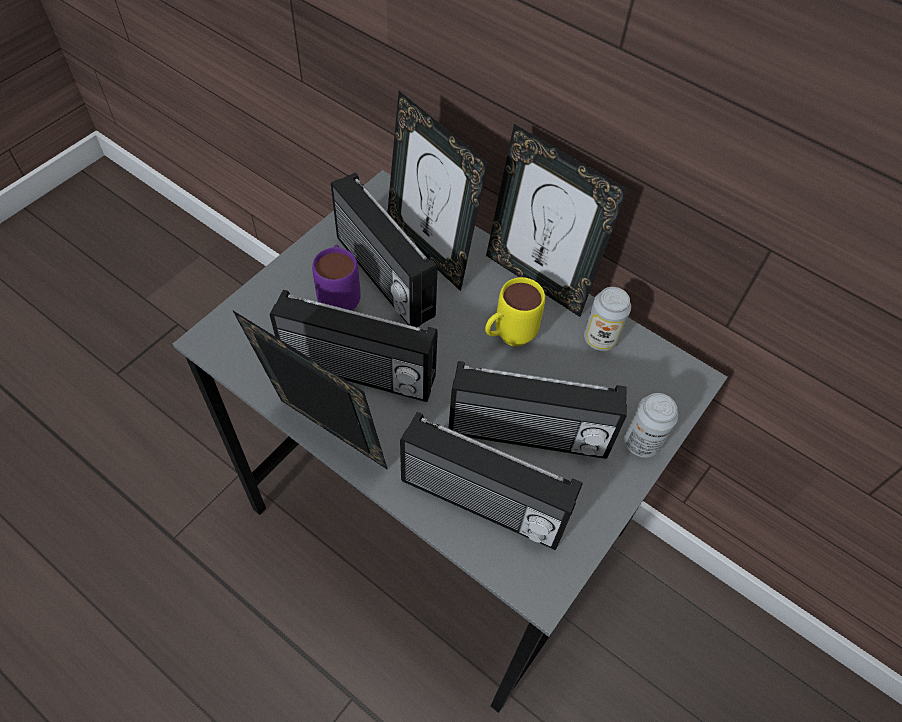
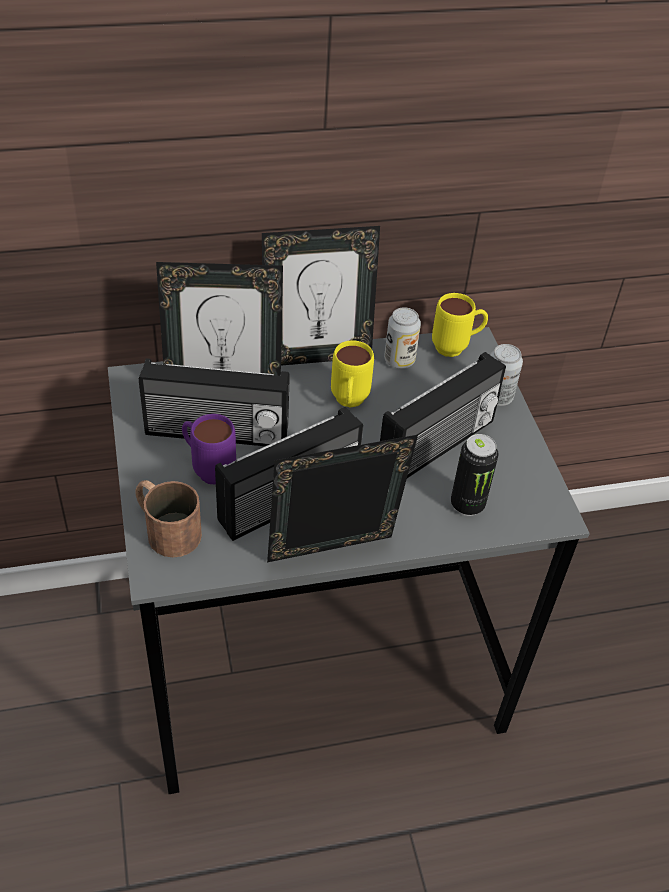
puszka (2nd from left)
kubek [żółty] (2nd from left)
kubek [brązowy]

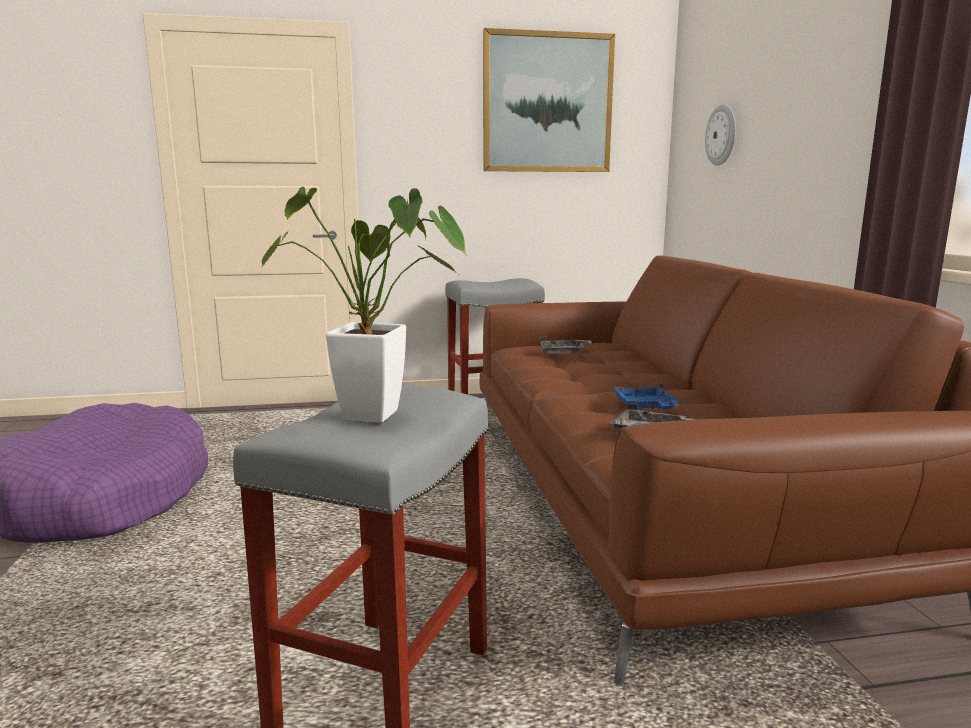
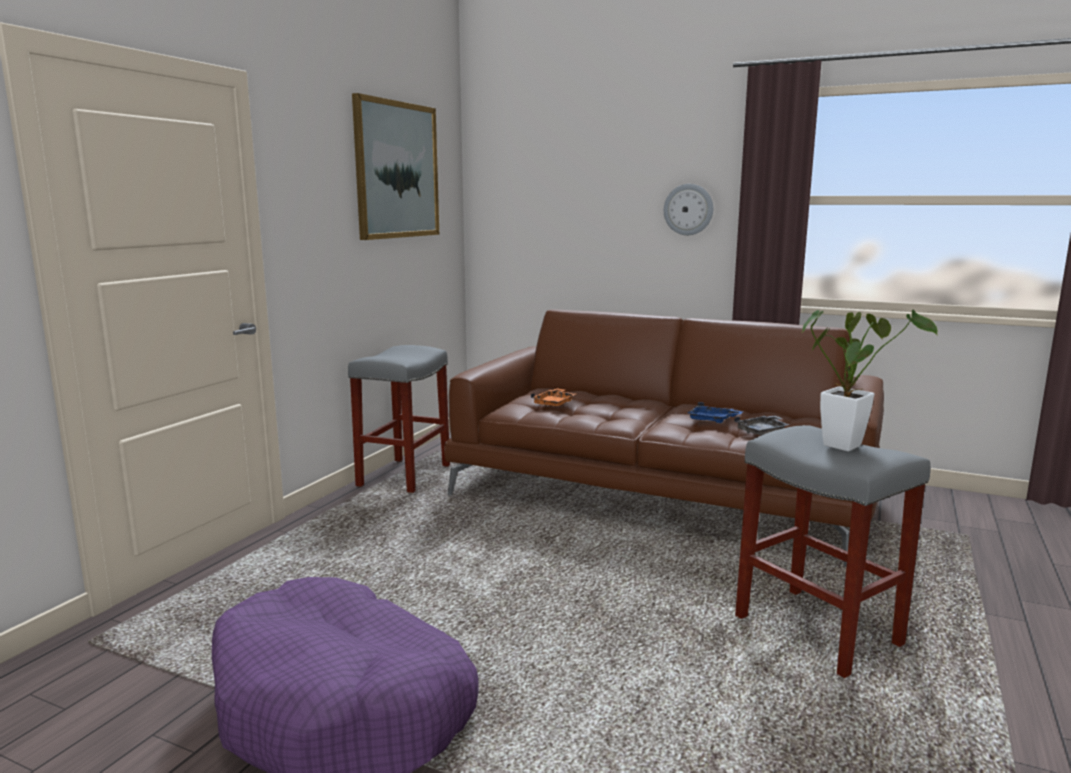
zegar ścienny
taca [pomarańczowy]

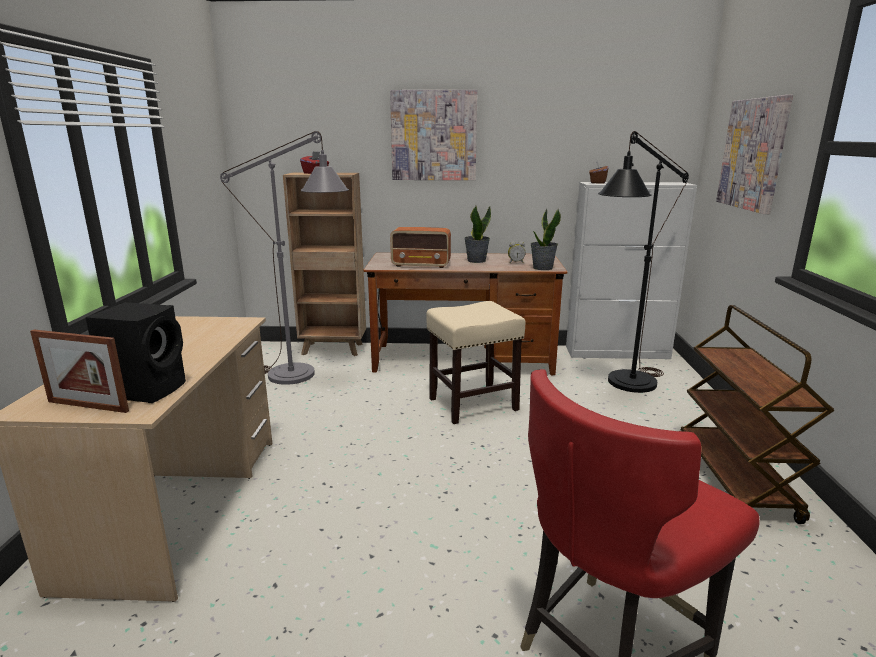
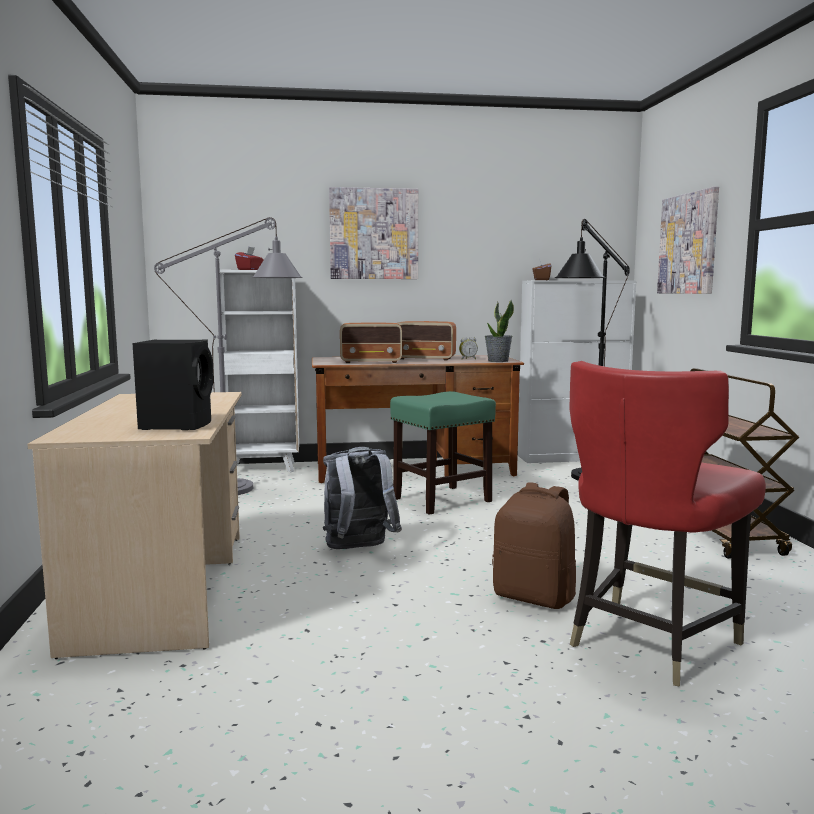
regał [biały]
radio (2nd from left)
stołek [zielony]
ramka na zdjęcie
plecak [szary]
plecak [brązowy]

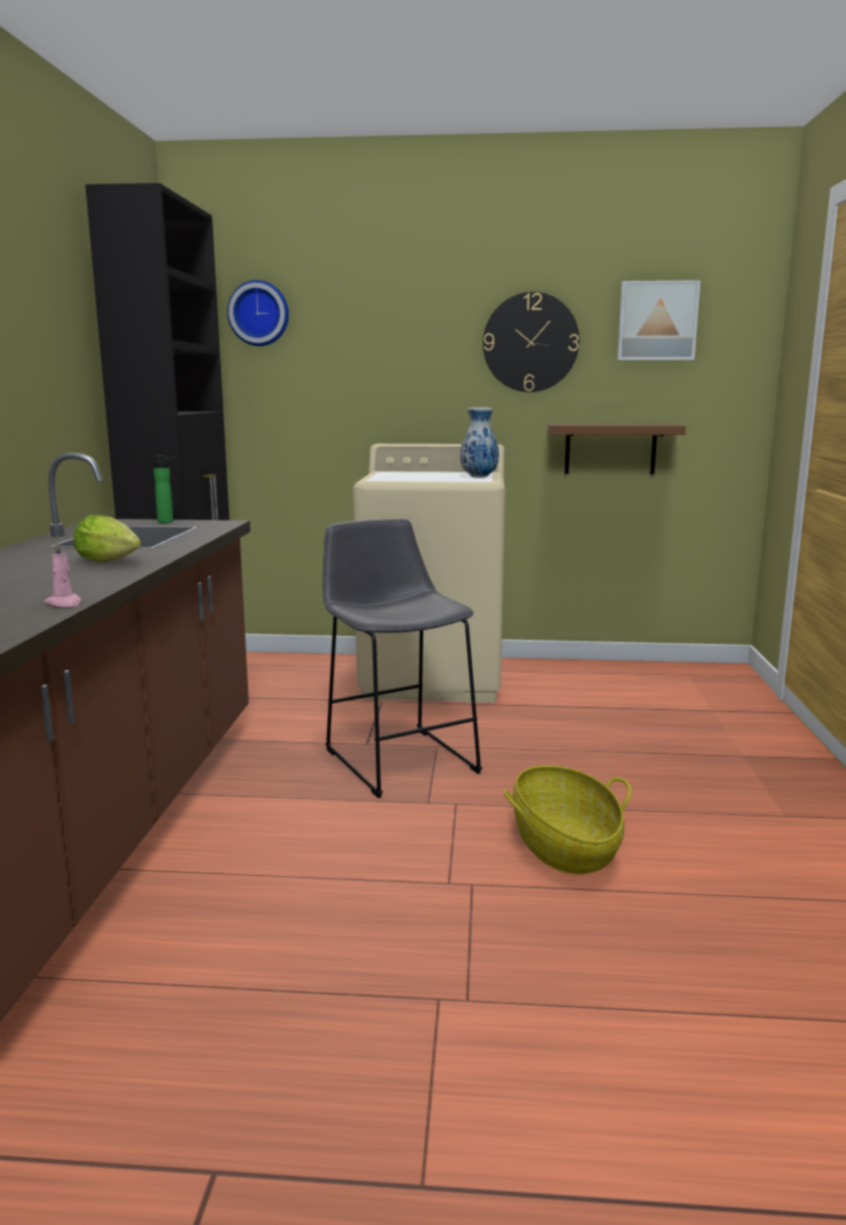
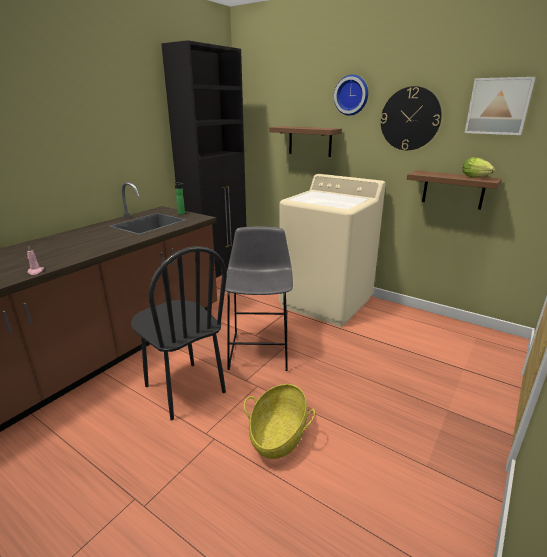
zegar ścienny (1st from left)
wazon
sałata
półka [brązowy] (1st from left)
krzesło [czarny]

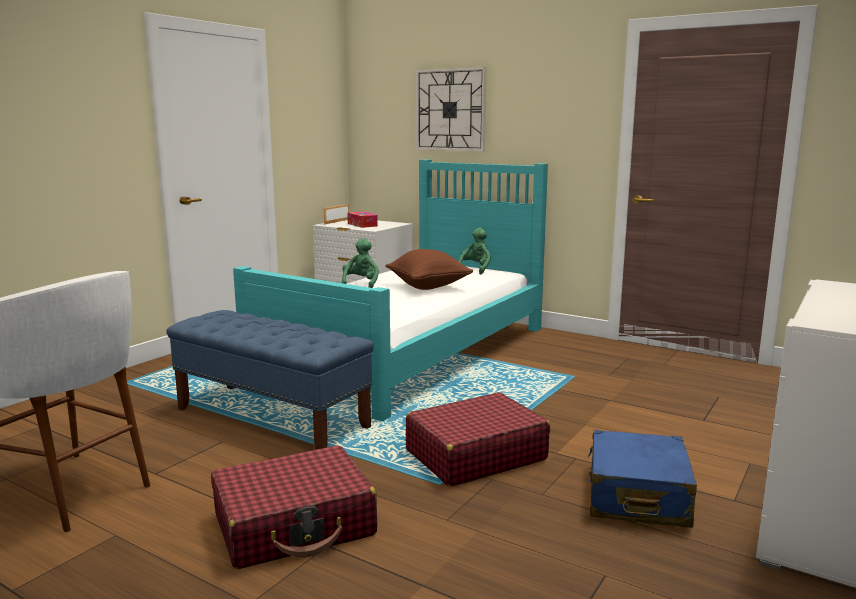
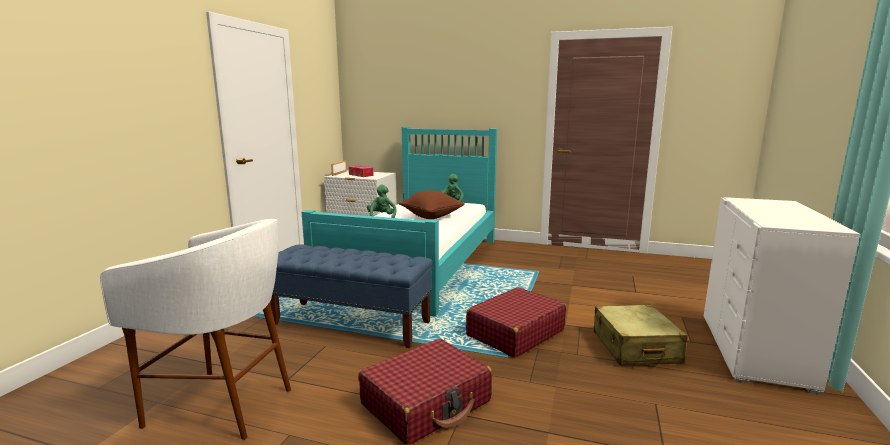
zegar ścienny
walizka [beżowy]

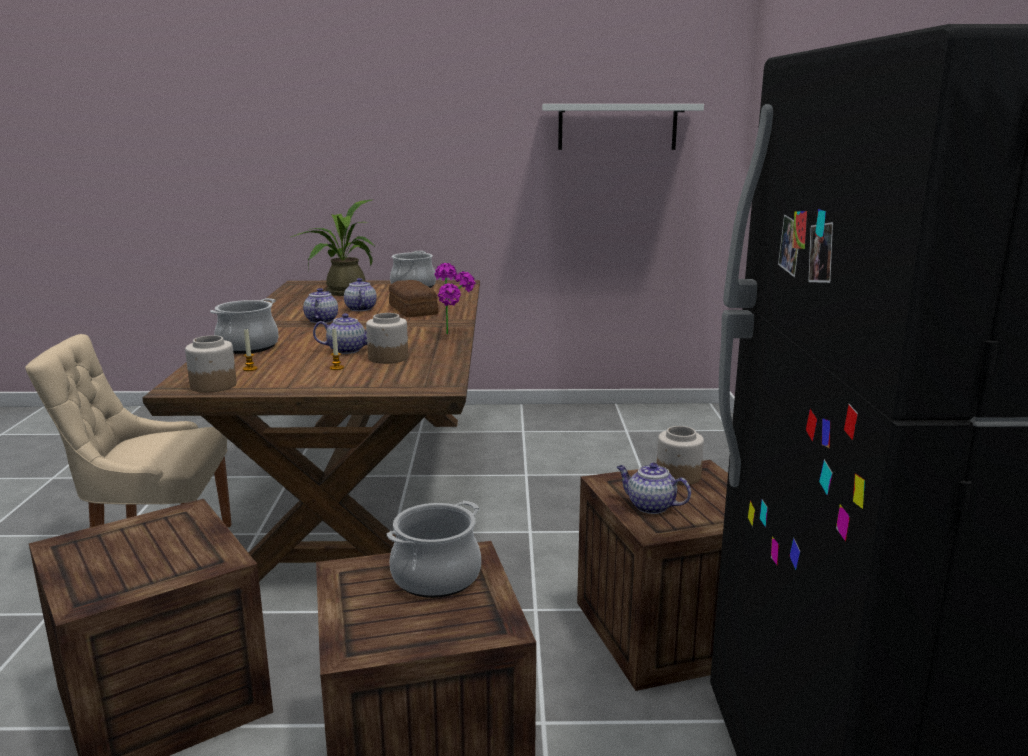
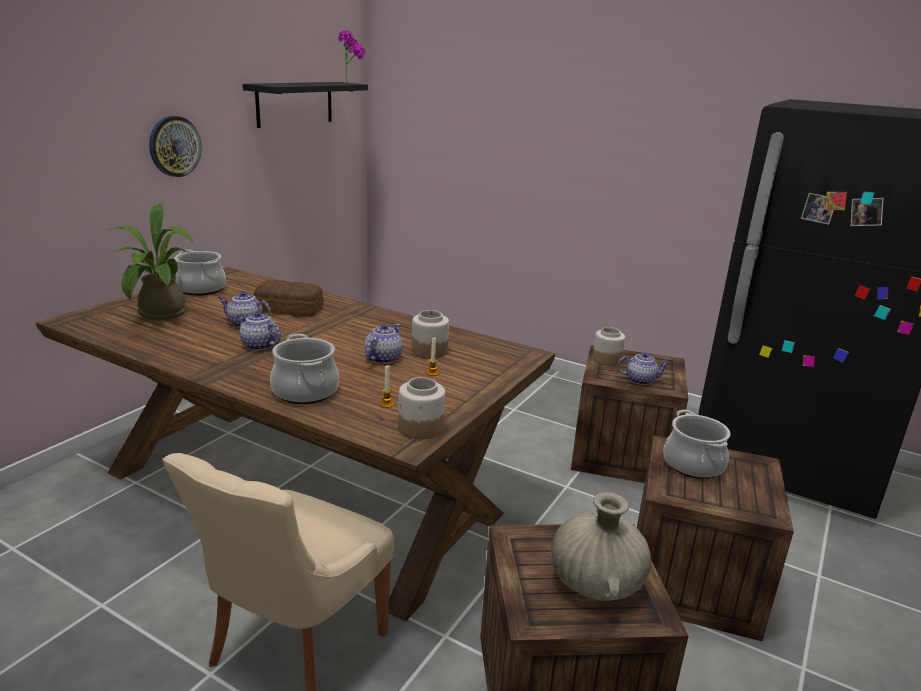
półka [czarny]
roślina doniczkowa (2nd from left)
imbryk (4th from left)
zegar ścienny
wazon [beżowy]

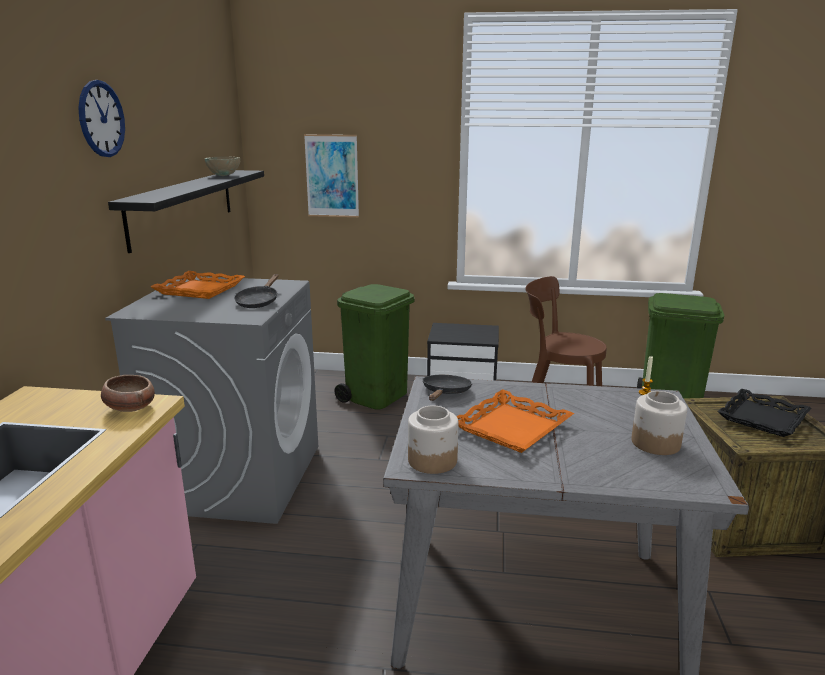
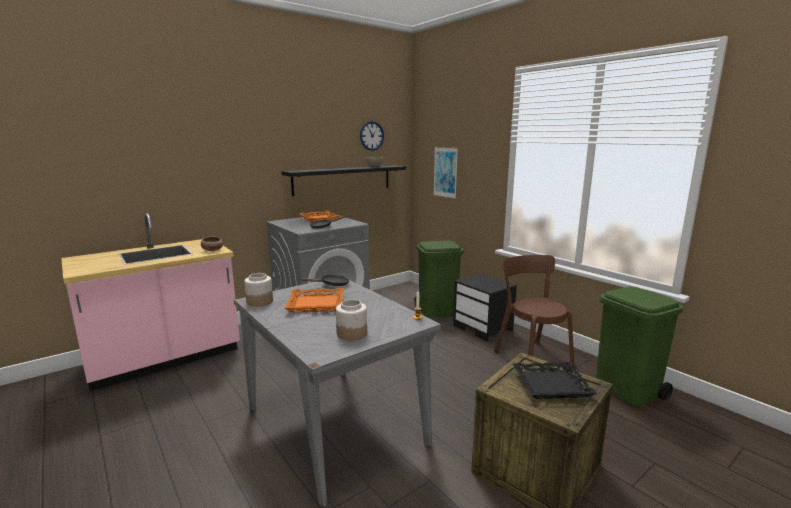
zegar ścienny

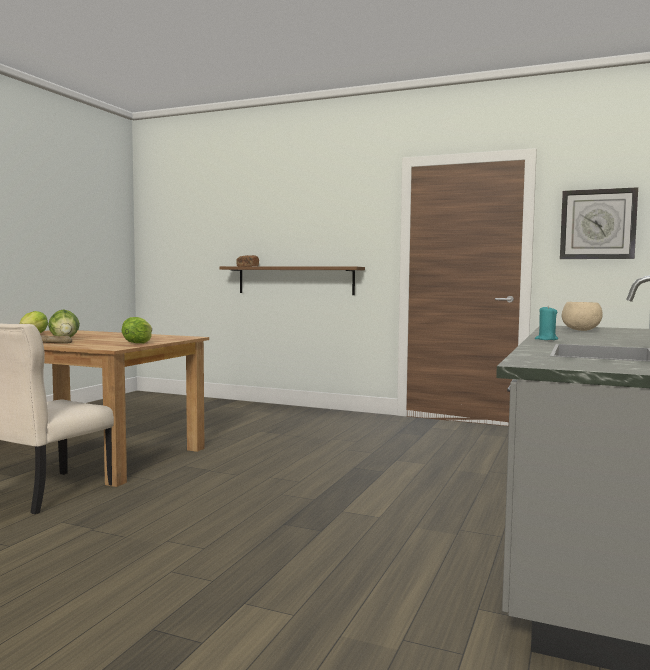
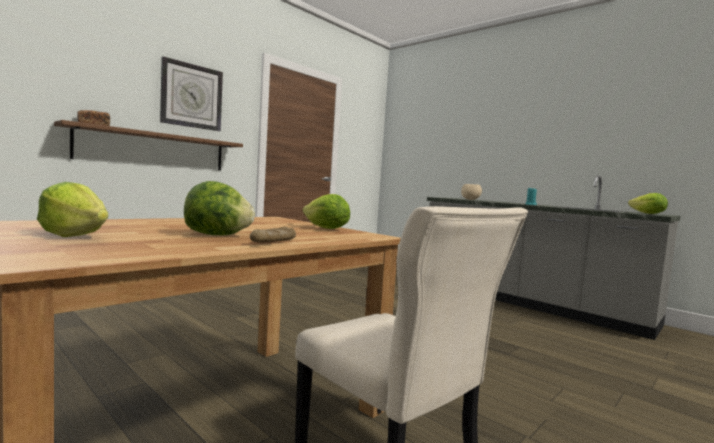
zegar ścienny
sałata (4th from left)

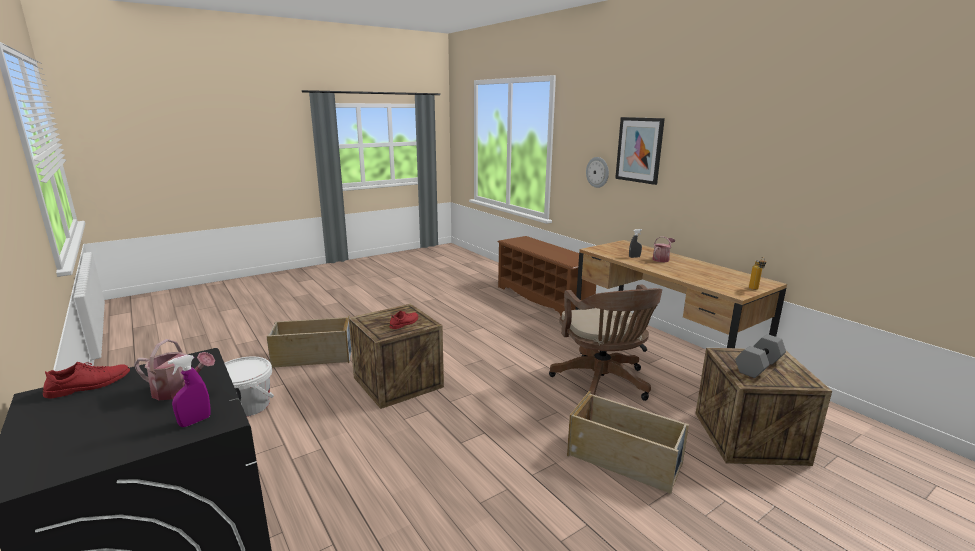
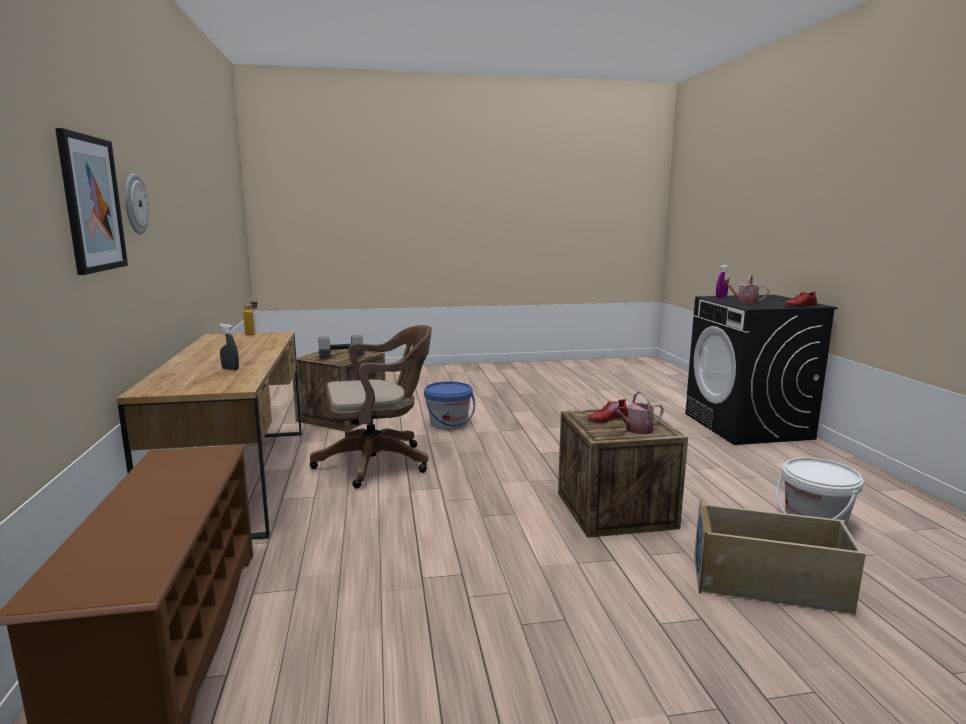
zegar ścienny
konewka (1st from left)
krzesło biurowe [brązowy]
wiadro [niebieski]

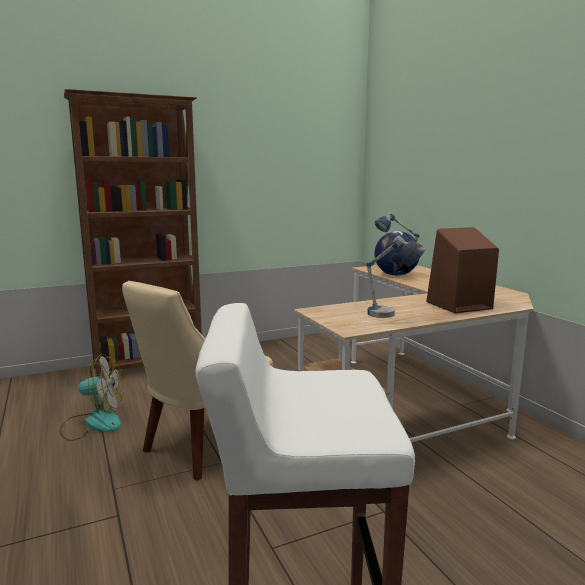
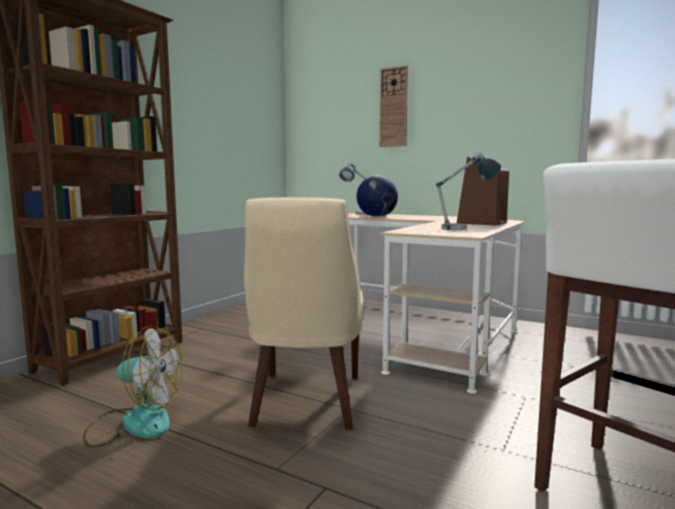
wentylator
zegar ścienny

